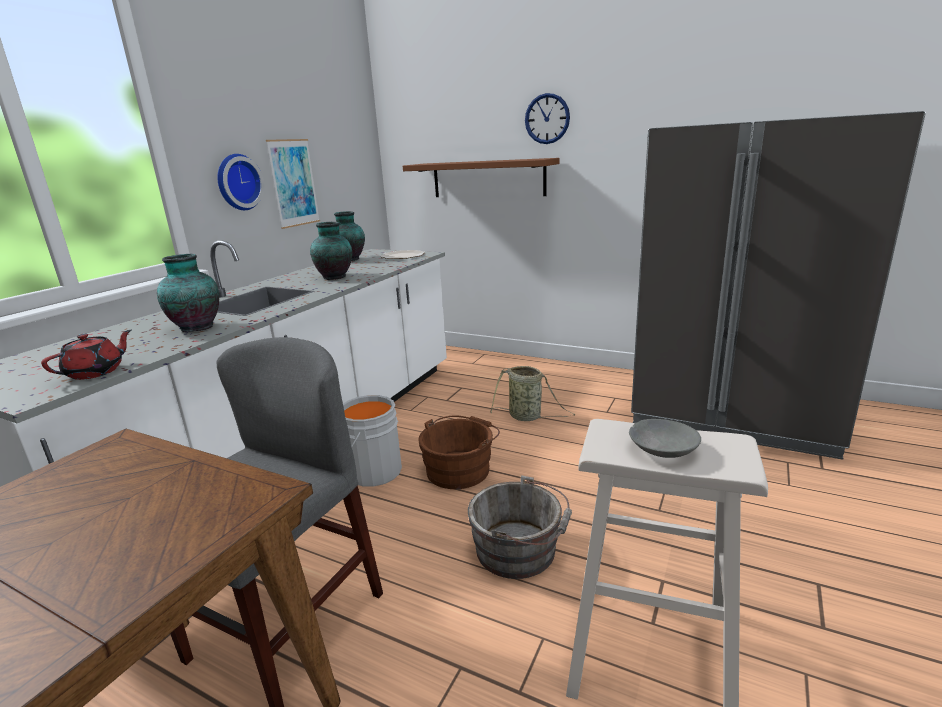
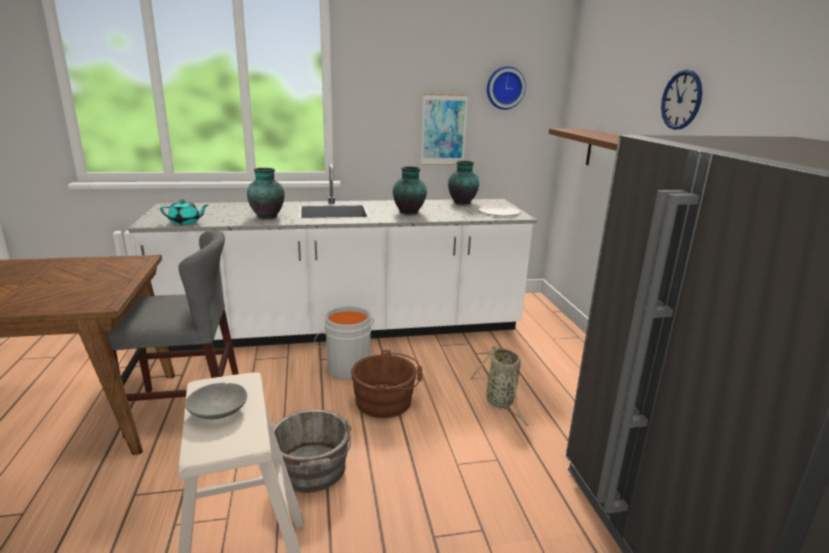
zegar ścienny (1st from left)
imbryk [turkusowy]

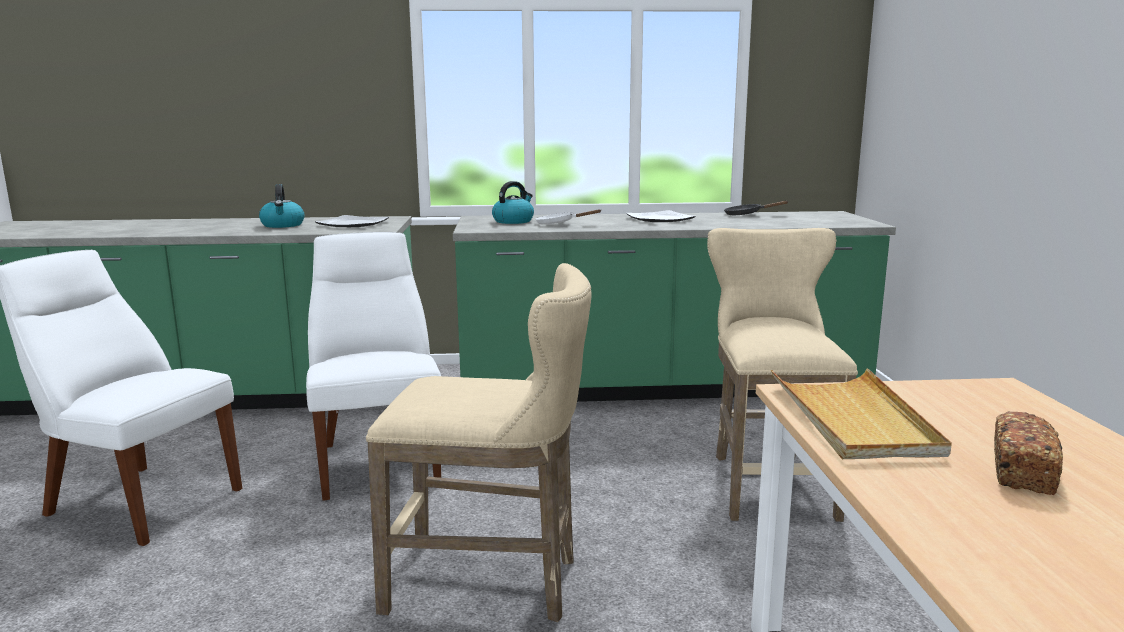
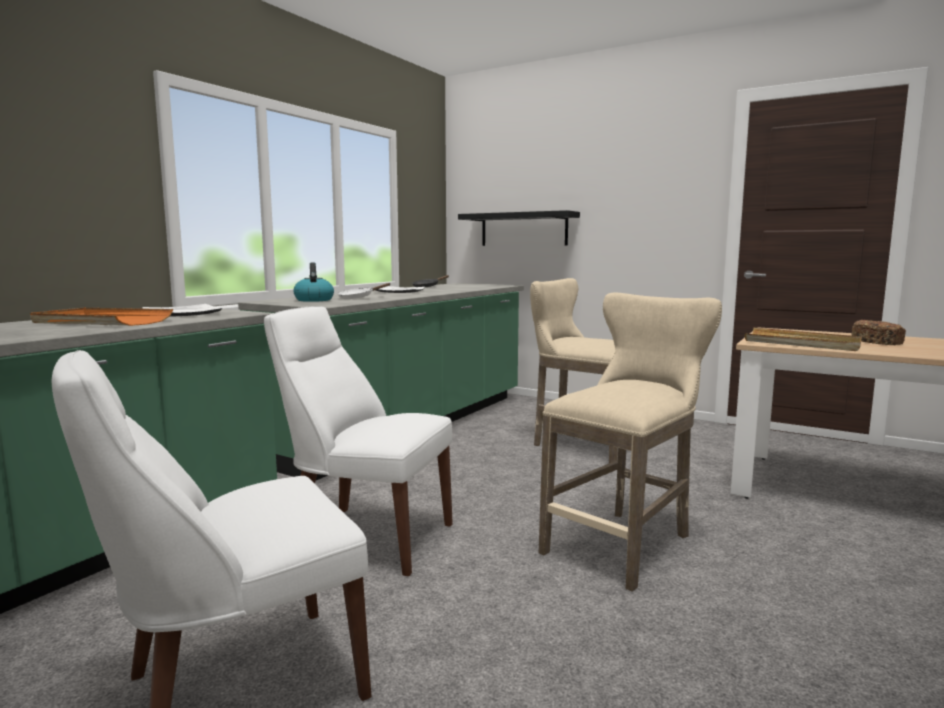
taca [pomarańczowy]
półka [czarny]

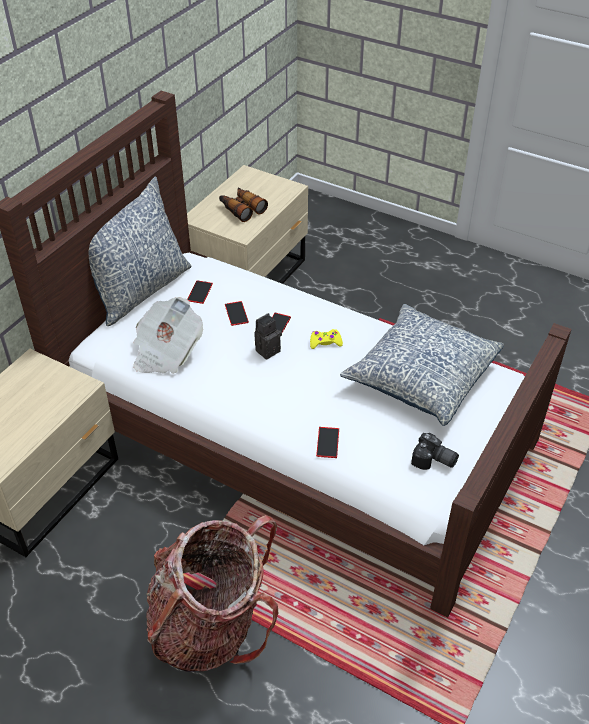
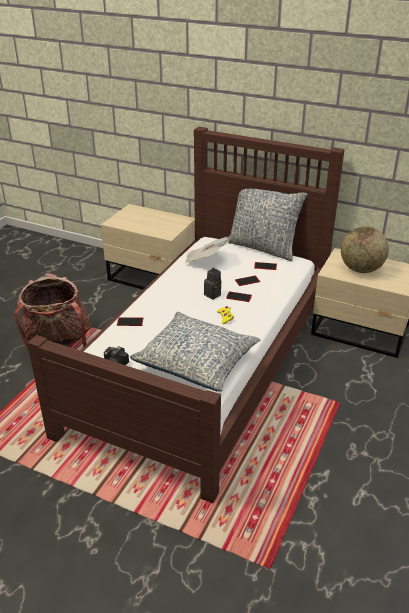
globus

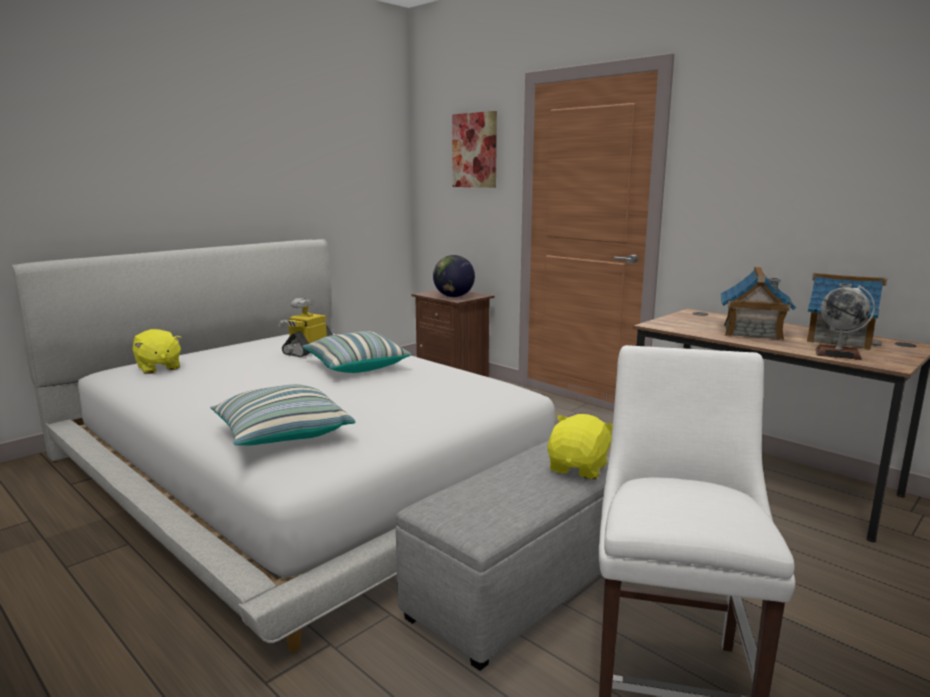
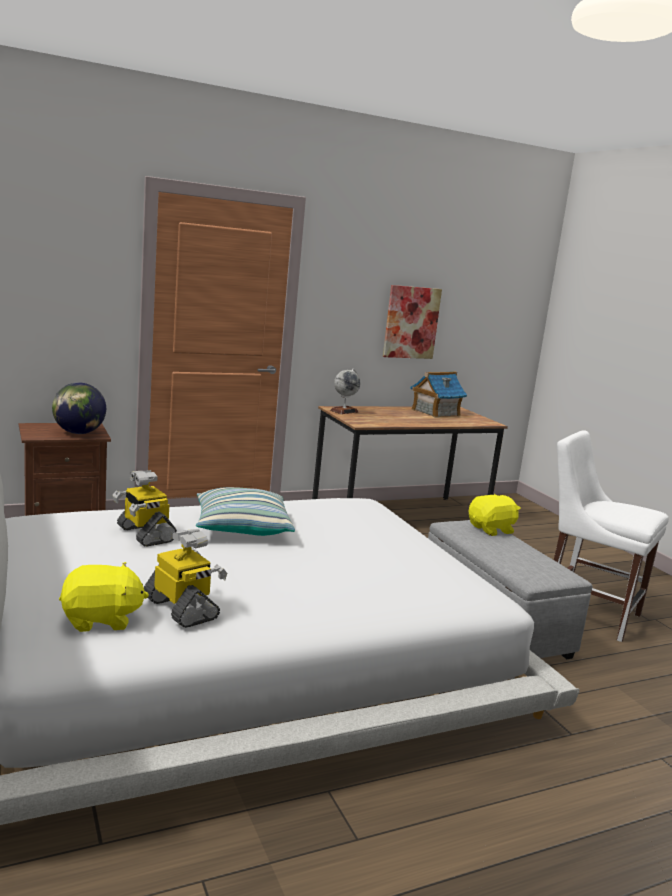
obraz
domek (1st from left in the first image)
globus (2nd from left)
poduszka (1st from left in the first image)
pluszak [żółty] (2nd from left)
robot zabawkowy (2nd from left)

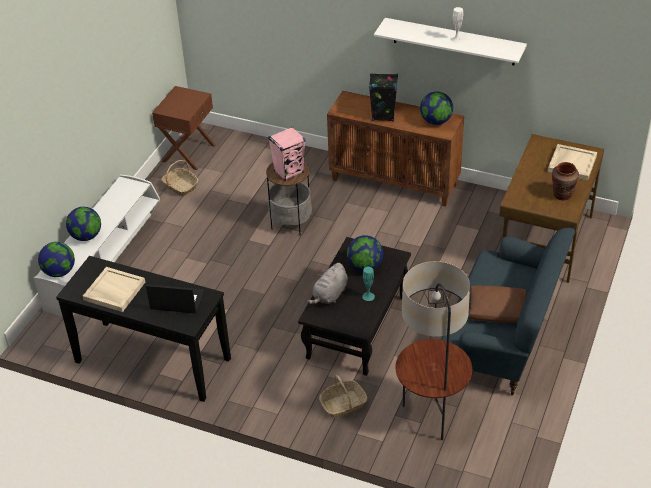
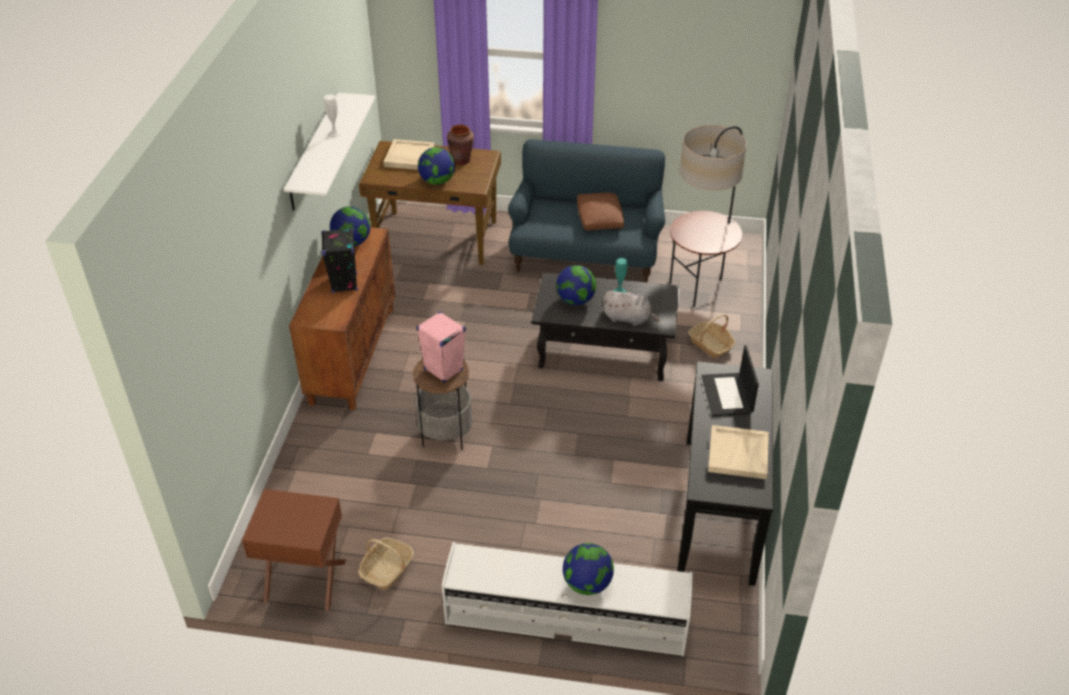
globus (2nd from left)

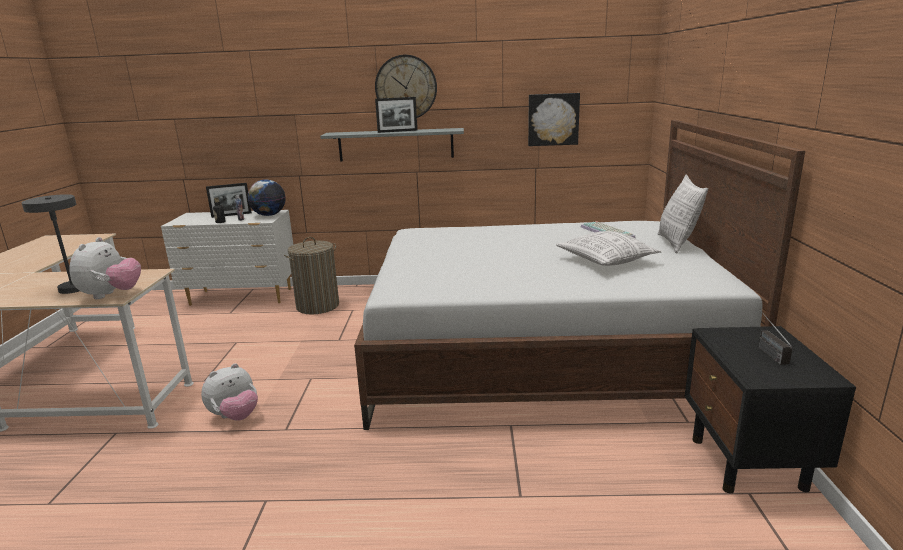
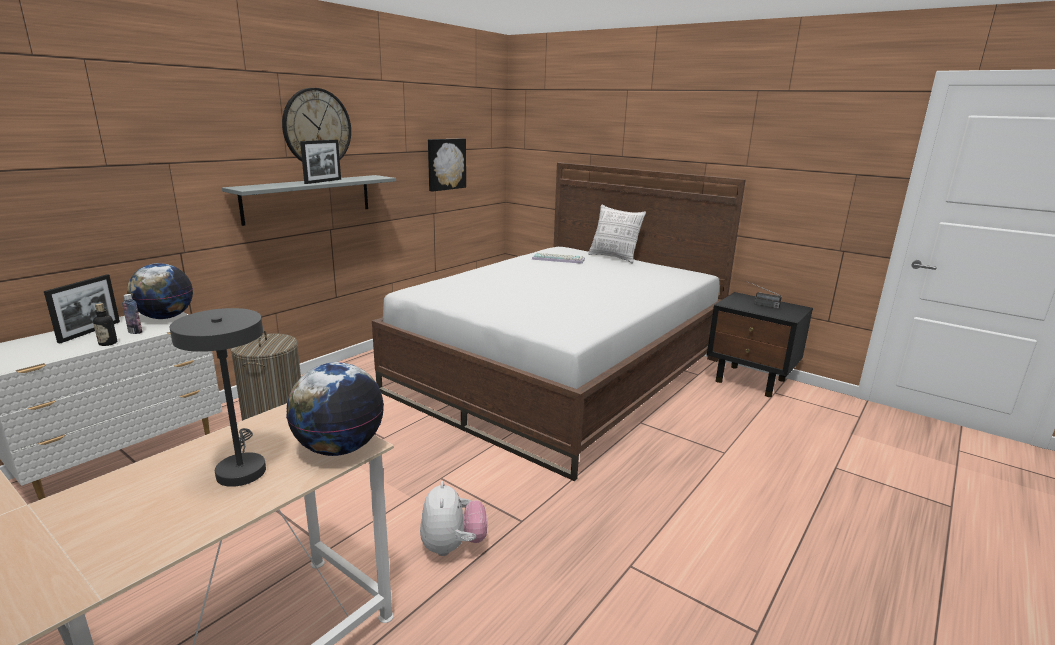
poduszka (1st from left in the first image)
globus (2nd from left)

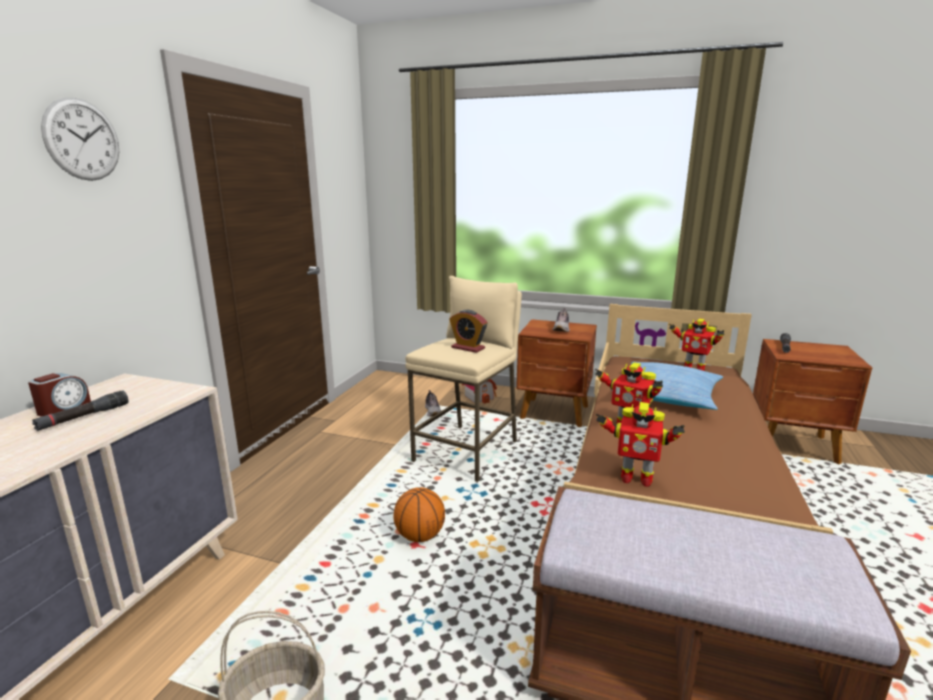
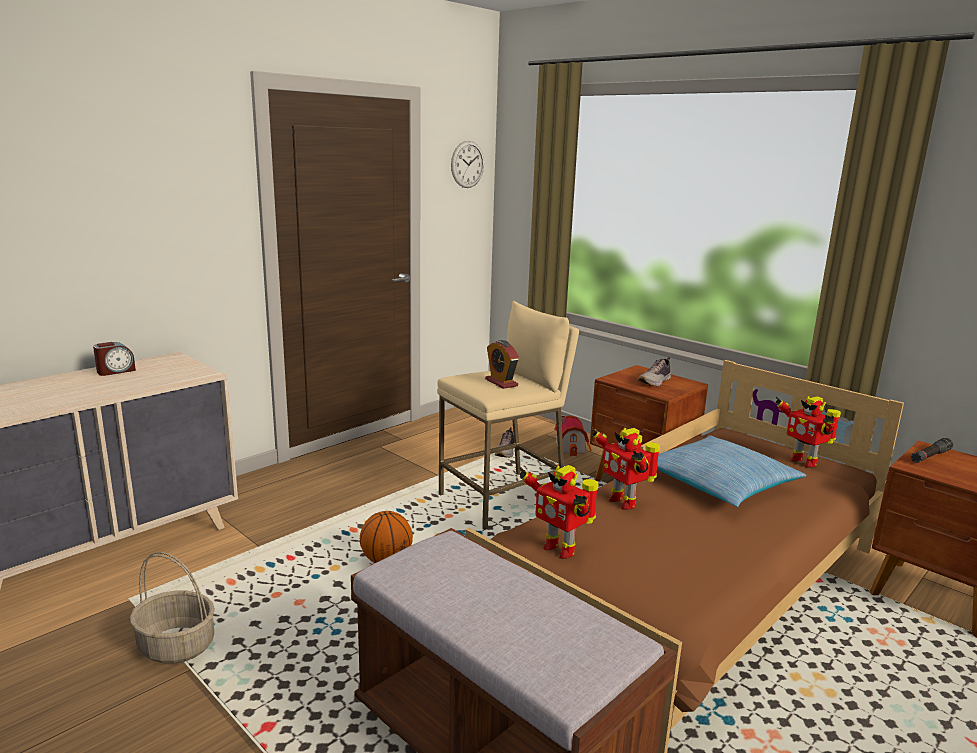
zegar ścienny
latarka [czarny] (1st from left in the first image)

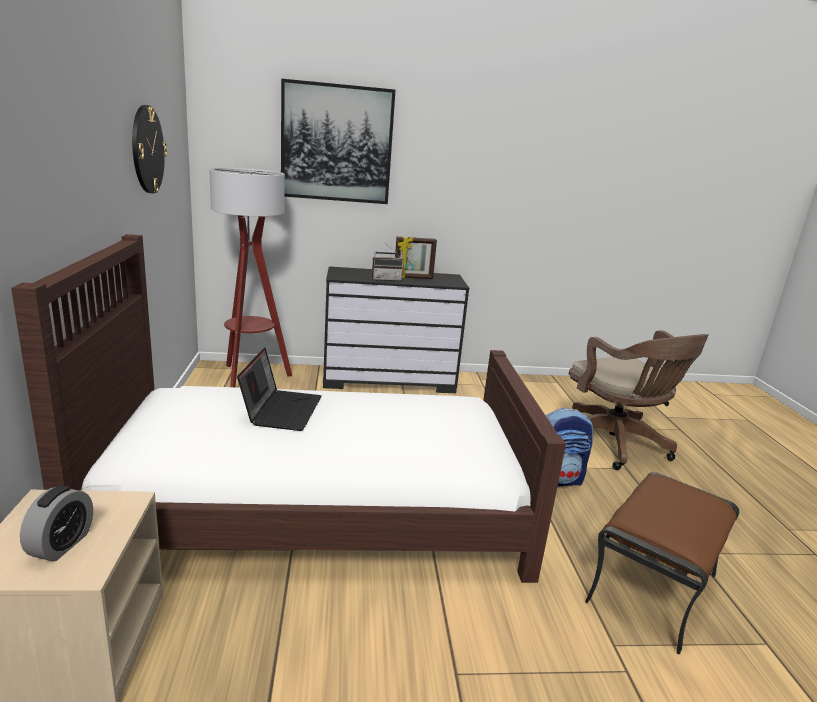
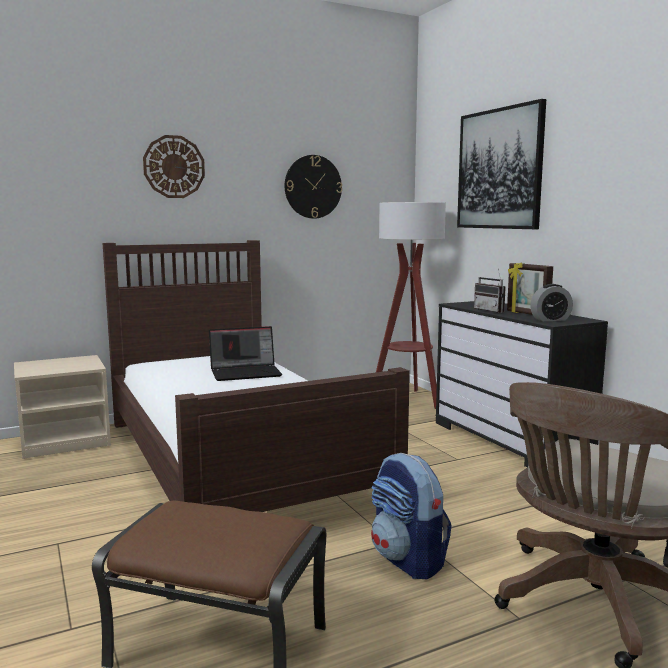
budzik
zegar ścienny (1st from left)

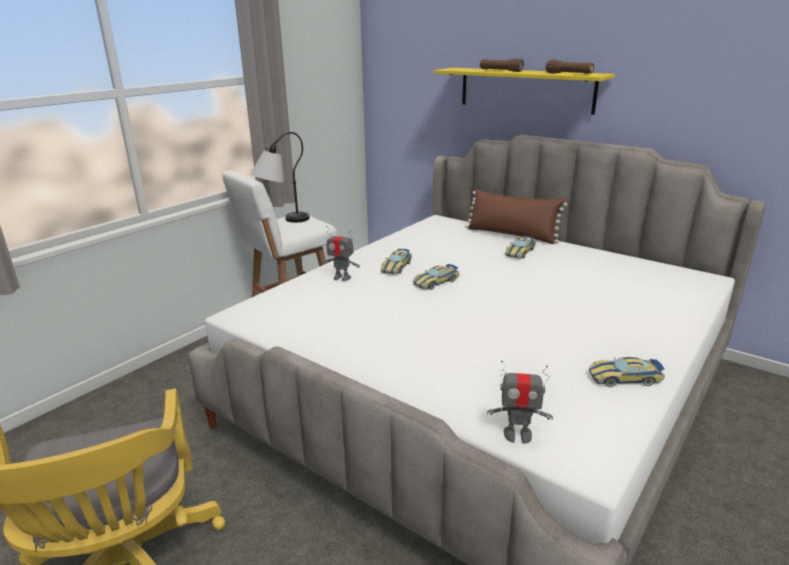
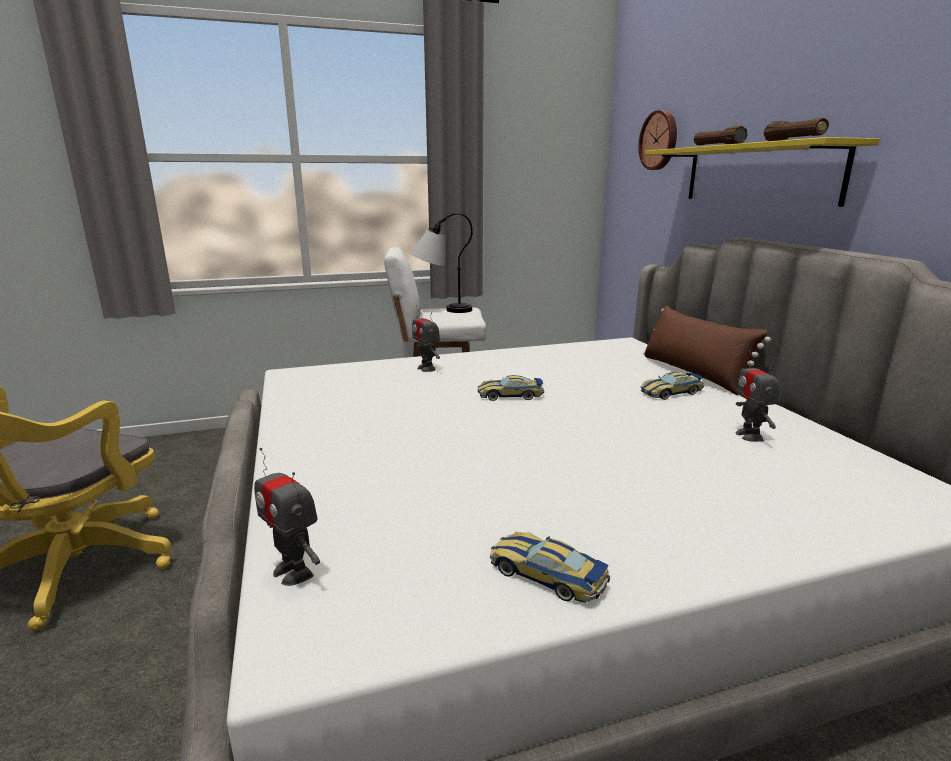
samochodzik (1st from left in the first image)
zegar ścienny
robot zabawkowy (3rd from left)

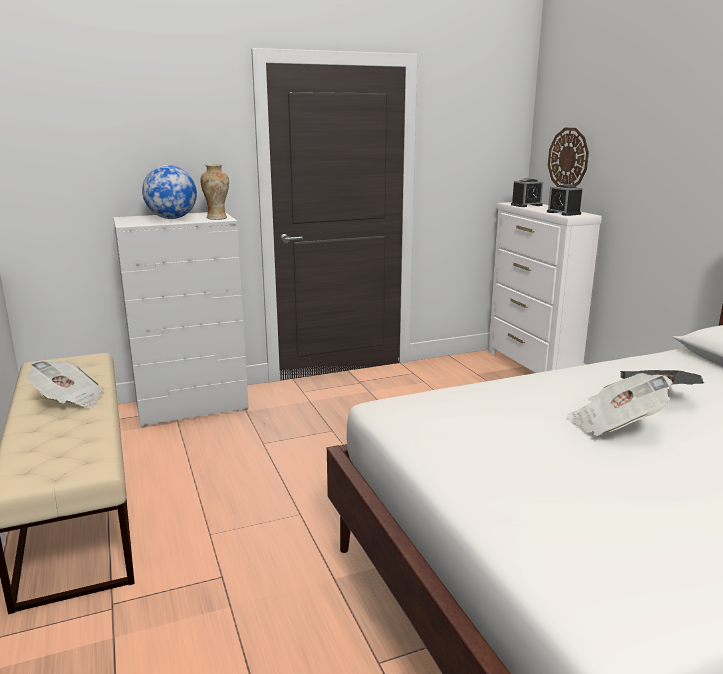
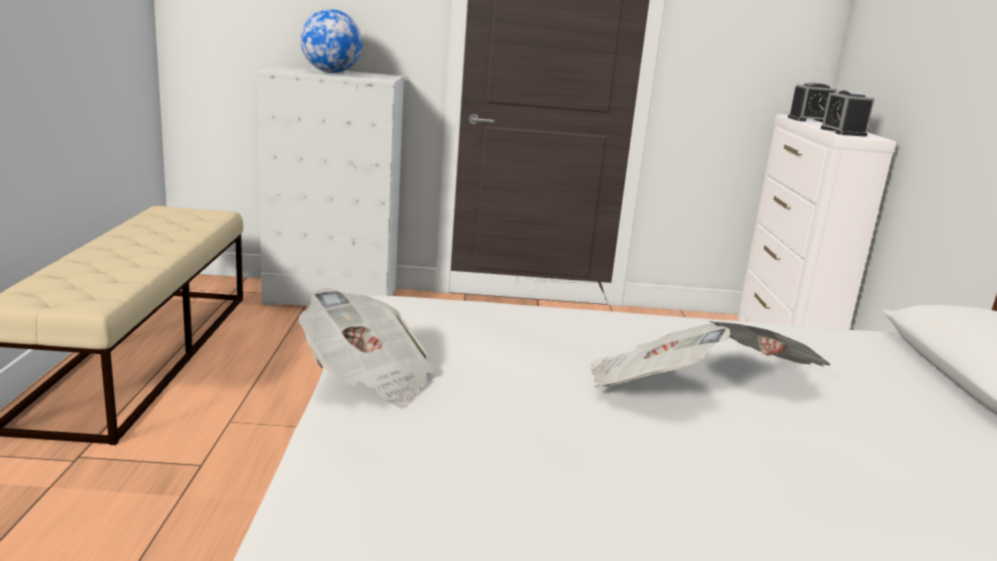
zegar ścienny
wazon
gazeta (1st from left)

